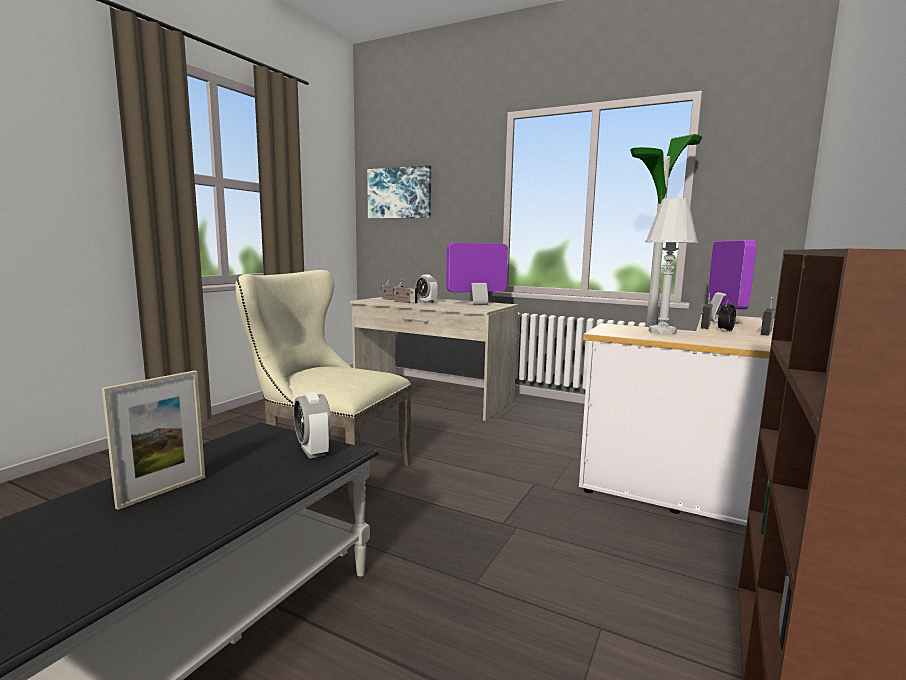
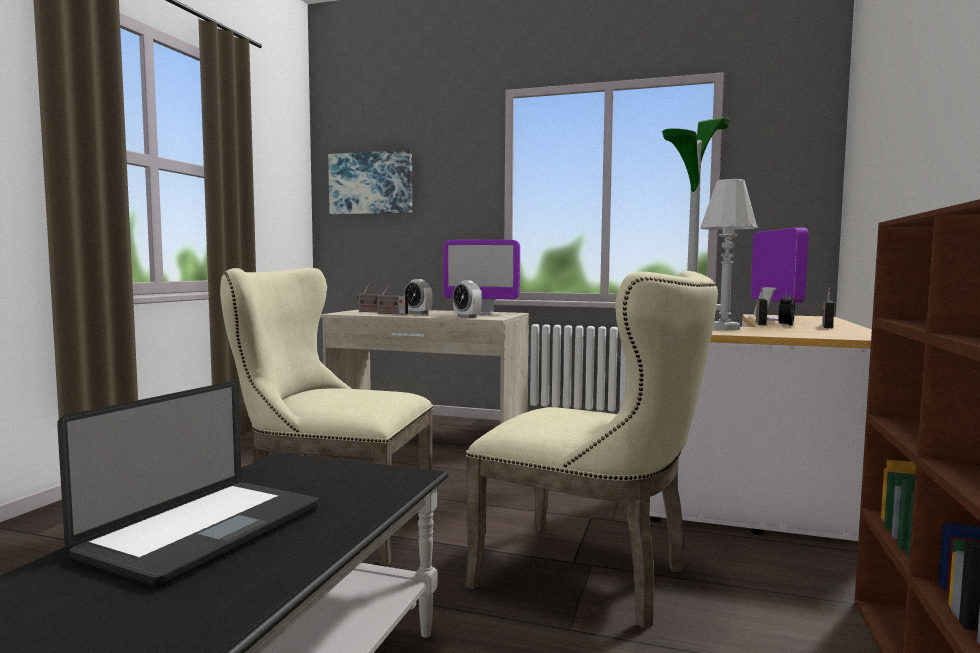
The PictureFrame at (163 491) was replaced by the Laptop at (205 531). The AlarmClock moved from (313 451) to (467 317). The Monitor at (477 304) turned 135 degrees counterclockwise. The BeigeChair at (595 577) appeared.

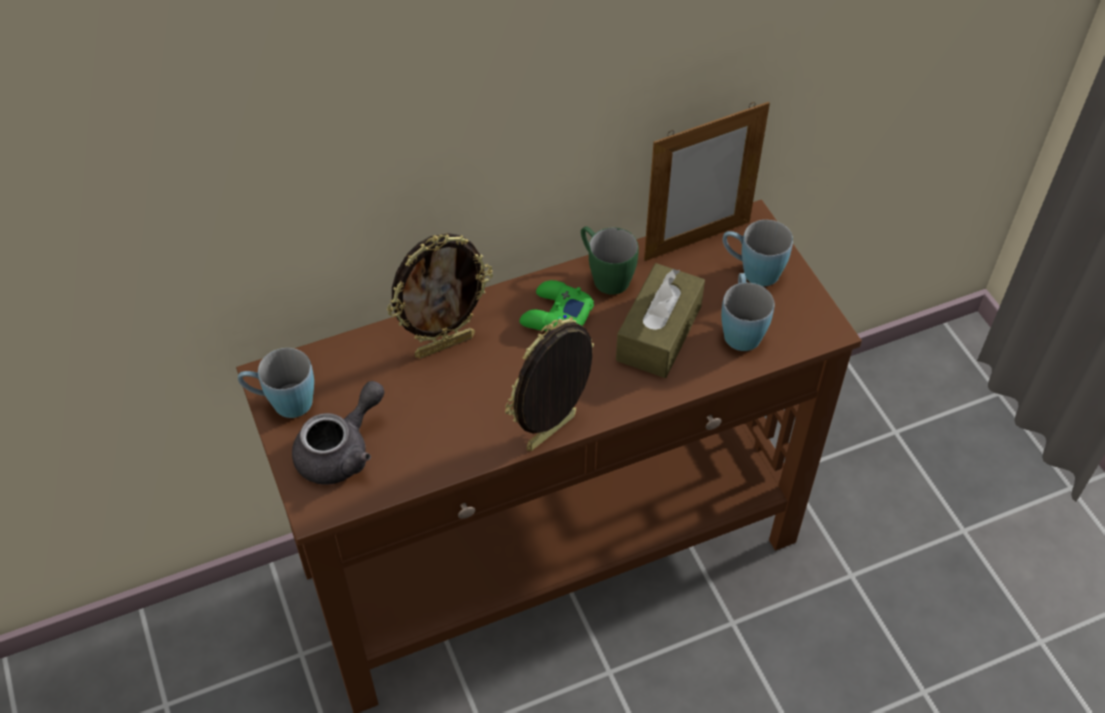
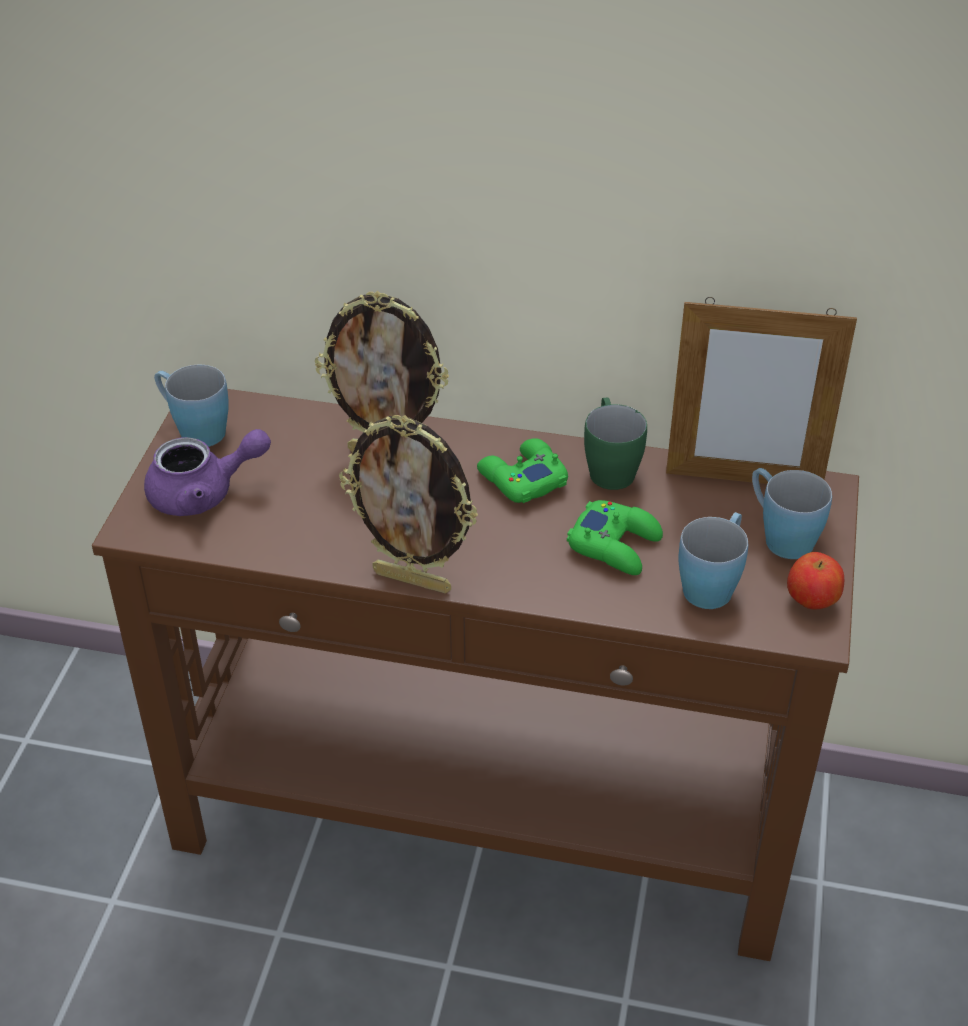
The GreyTeapot at (342 451) became the PurpleTeapot at (204 493). The PictureFrame at (553 434) turned 150 degrees counterclockwise. The BrownTissueBox at (659 333) was replaced by the GreenGameController at (615 545). The Apple at (811 601) appeared.

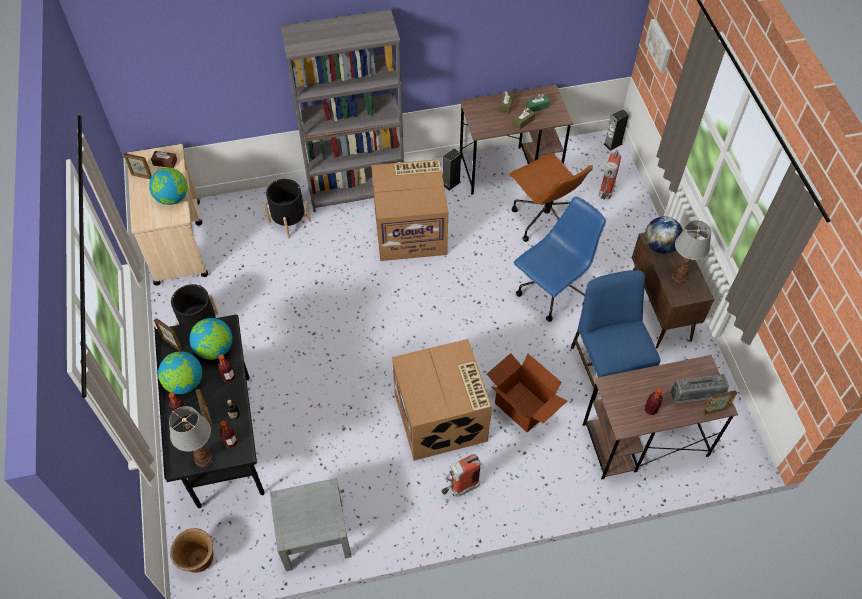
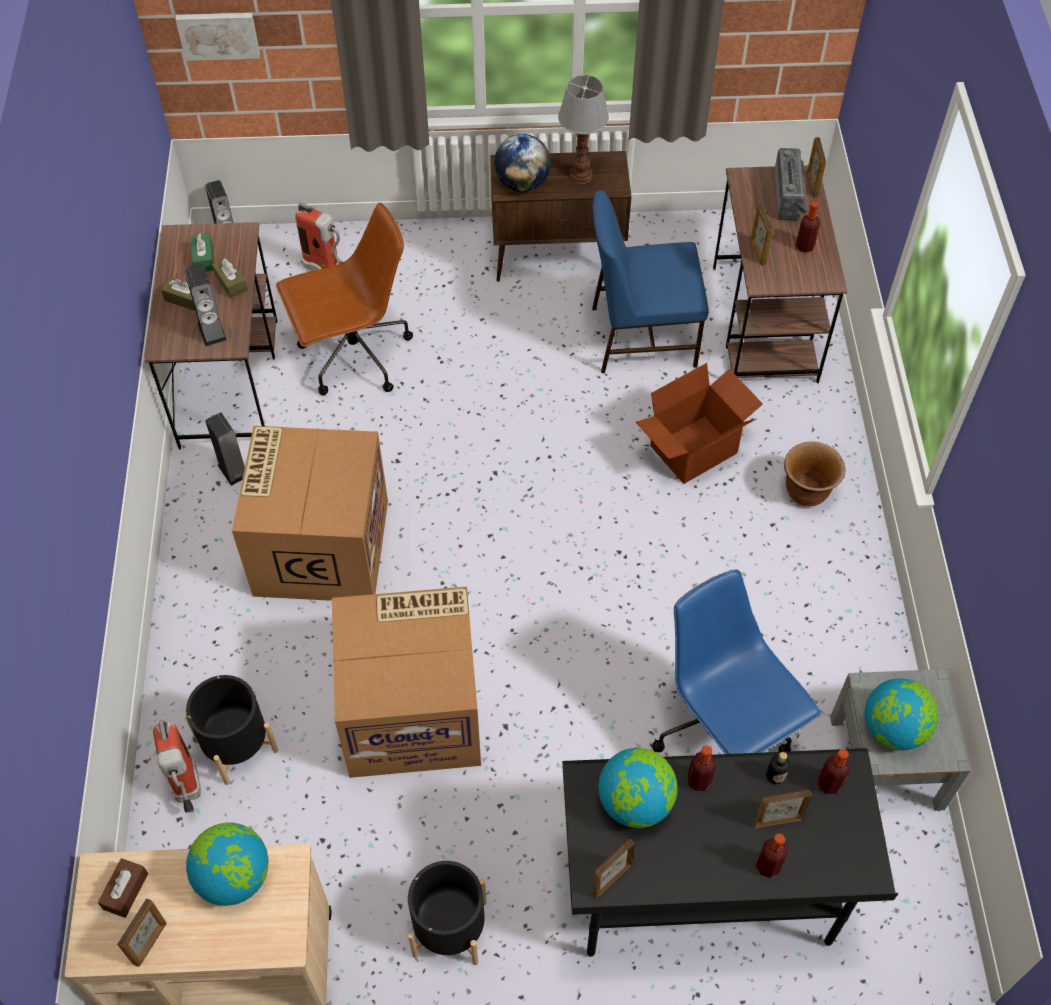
The Globe moved from (184 383) to (894 729). The TableLamp at (203 458) disappeared. The BrownPlanter moved from (199 560) to (806 493). The GreyBookcase at (356 189) disappeared. The CardboardBox moved from (442 418) to (414 709). The FireExtinguisher moved from (459 489) to (188 790). The BlueOfficeChair moved from (552 292) to (723 732). The Speaker at (212 331) appeared. The PictureFrame at (757 252) appeared.

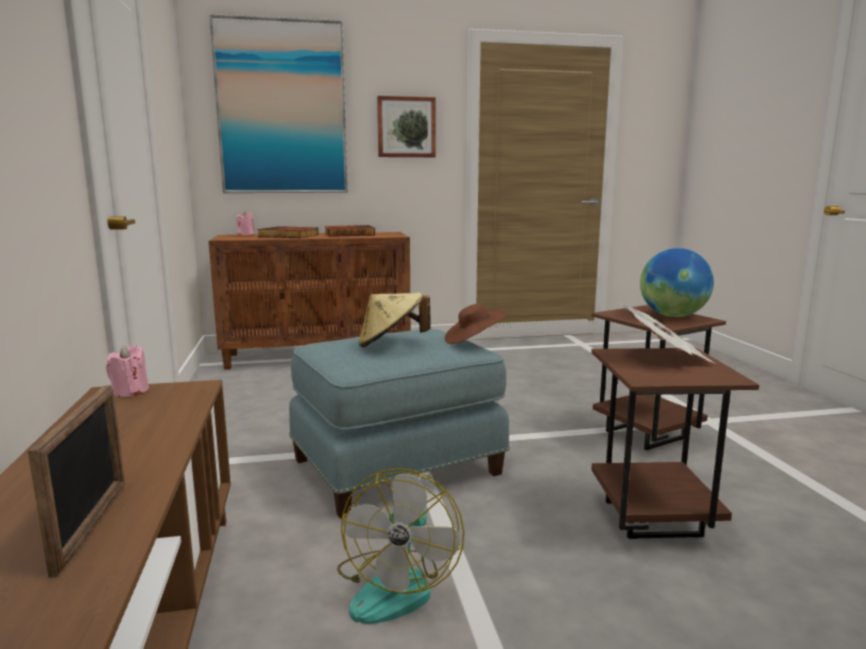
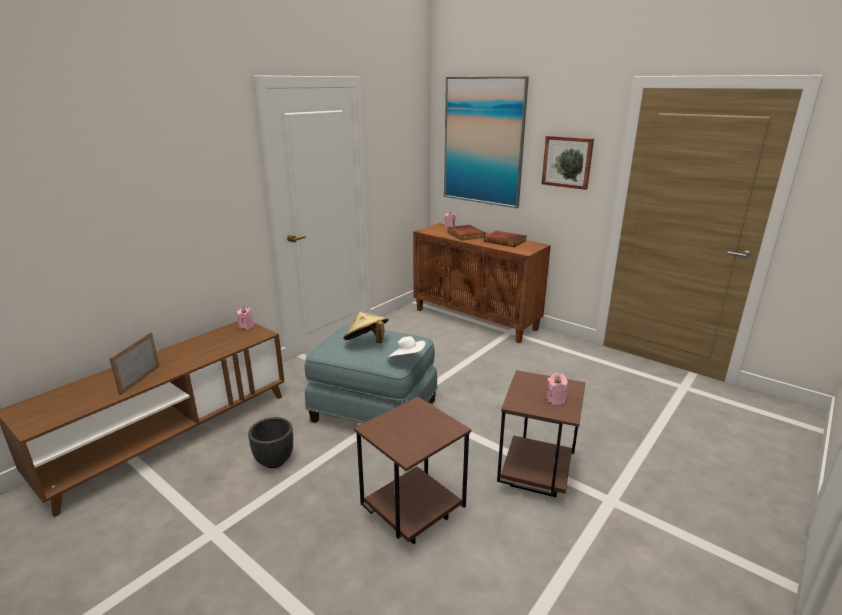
The PictureFrame at (92 525) turned 150 degrees clockwise. The Fan at (396 585) was replaced by the BlackPlanter at (275 461). The BrownHat at (473 341) became the WhiteHat at (407 359). The Newspaper at (665 357) disappeared. The Globe at (672 316) was replaced by the PinkCandle at (555 400).

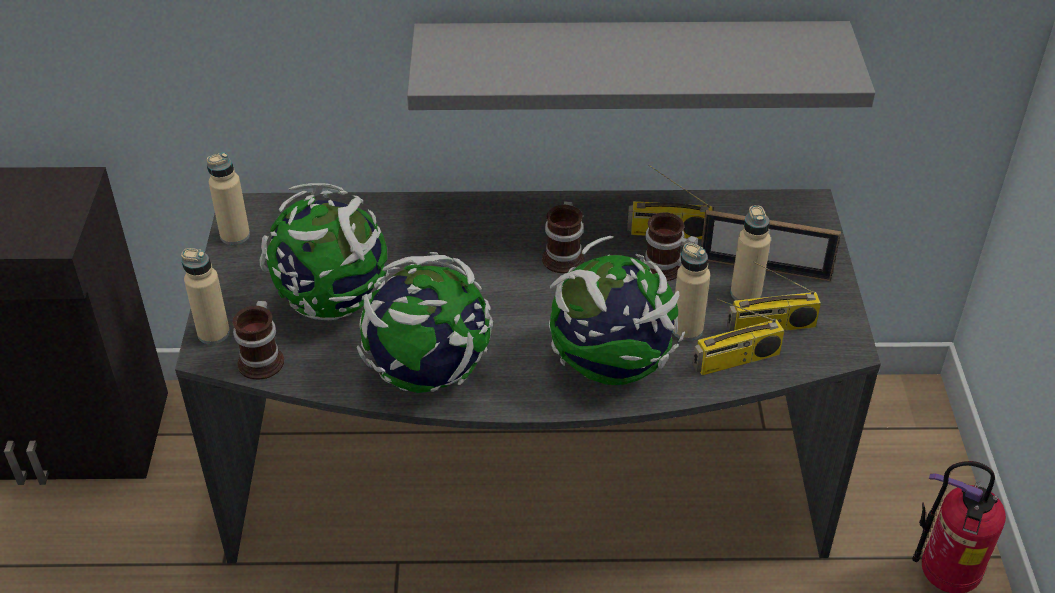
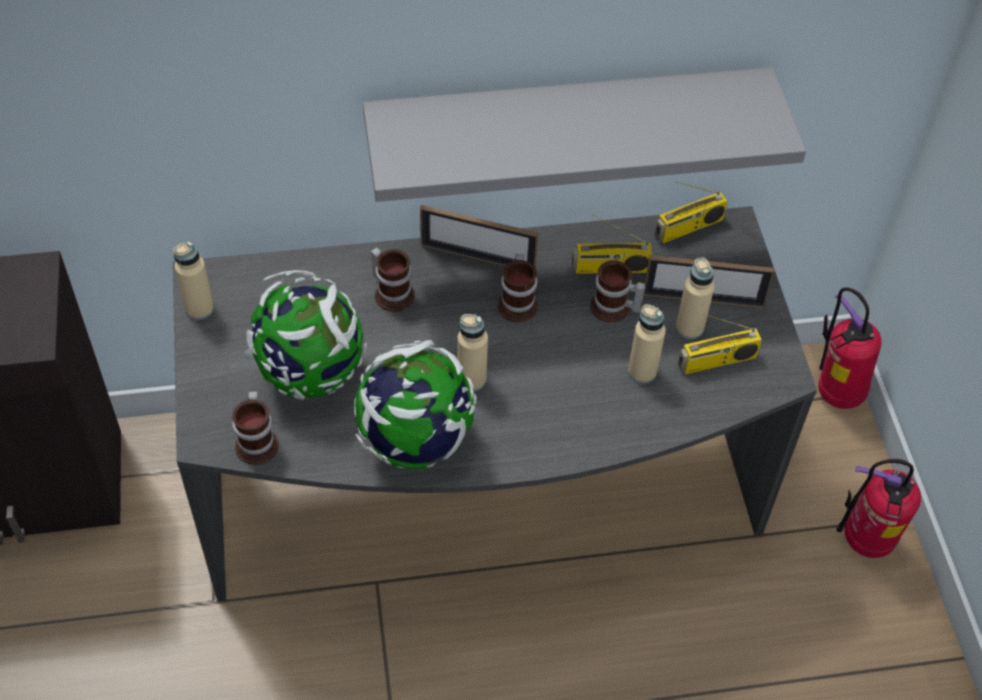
The BeigeBottle moved from (213 333) to (471 379). The Globe at (612 366) disappeared. The Radio moved from (736 361) to (688 228). The Mug at (393 292) appeared. The PictureFrame at (477 257) appeared. The FireExtinguisher at (834 393) appeared.

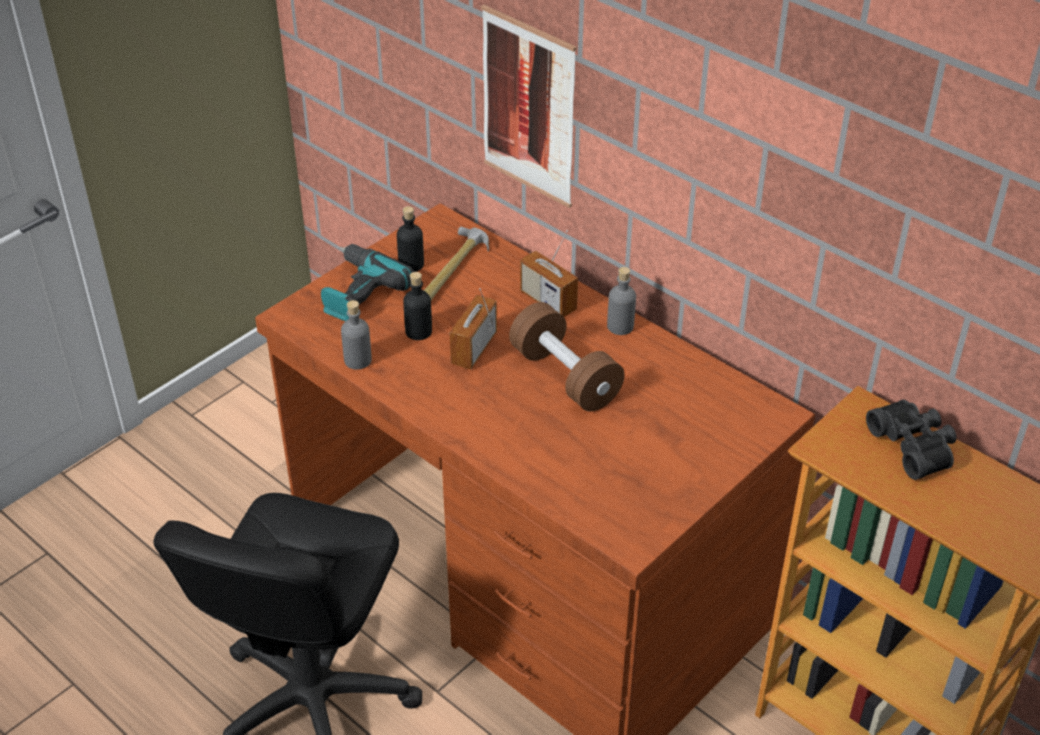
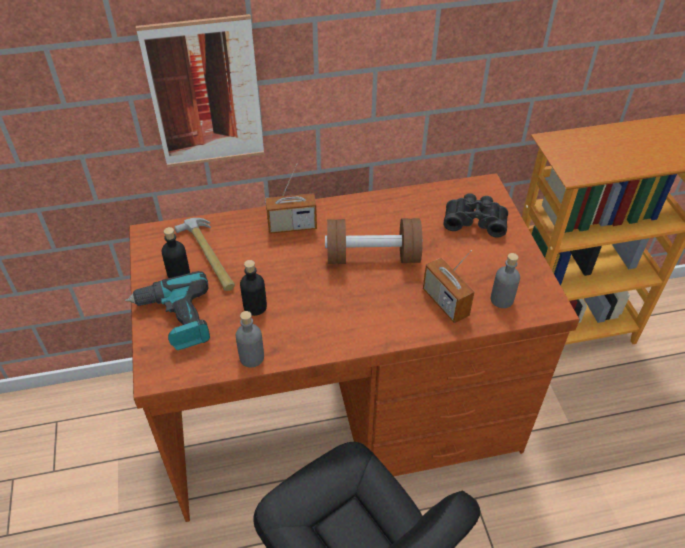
The Radio moved from (474 349) to (445 302). The GreyBottle moved from (620 326) to (502 299). The BlackBinoculars moved from (914 446) to (475 220).

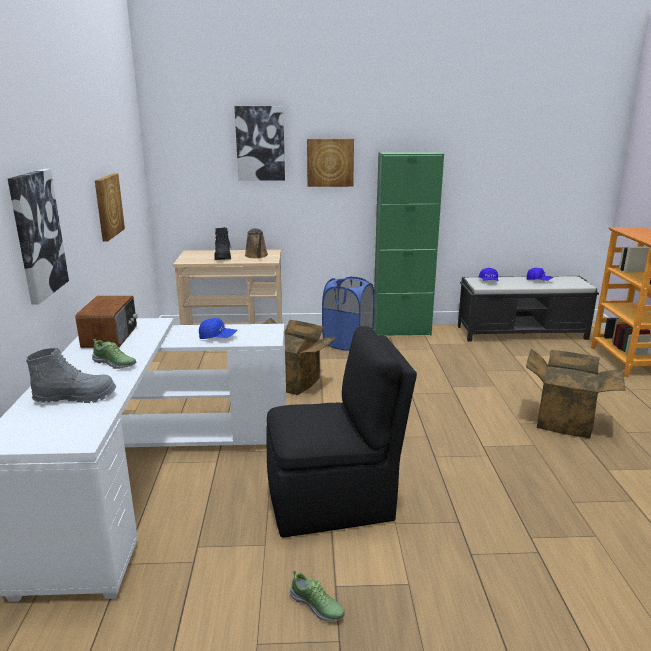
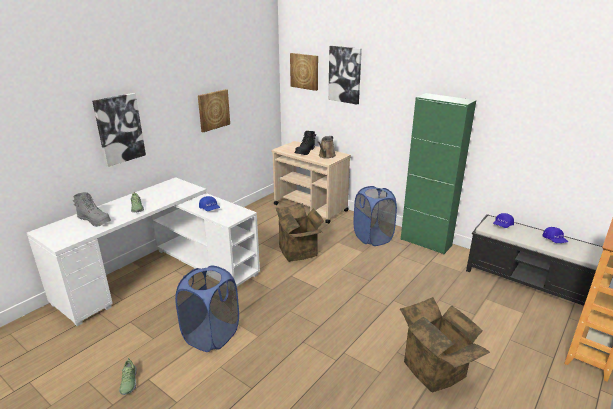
The Radio at (111 336) disappeared. The BlackChair at (333 501) was replaced by the BlueLaundryBasket at (211 335). The Picture moved from (330 162) to (304 71).

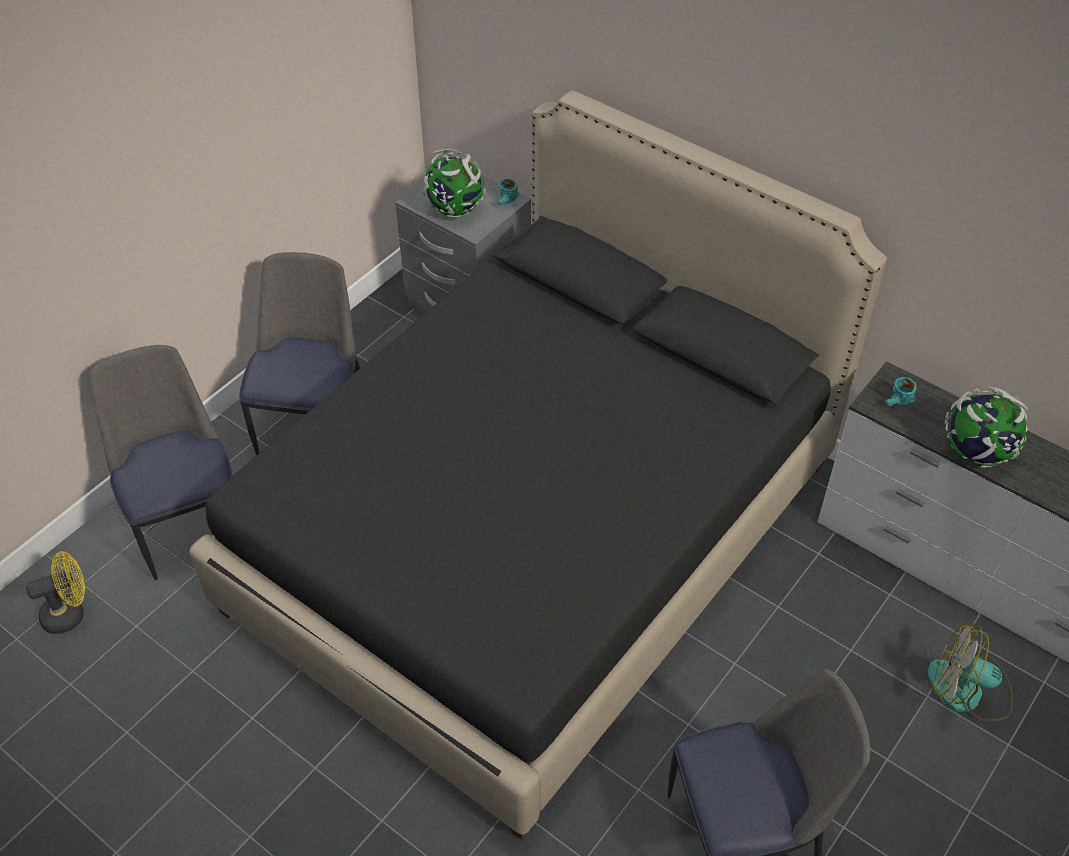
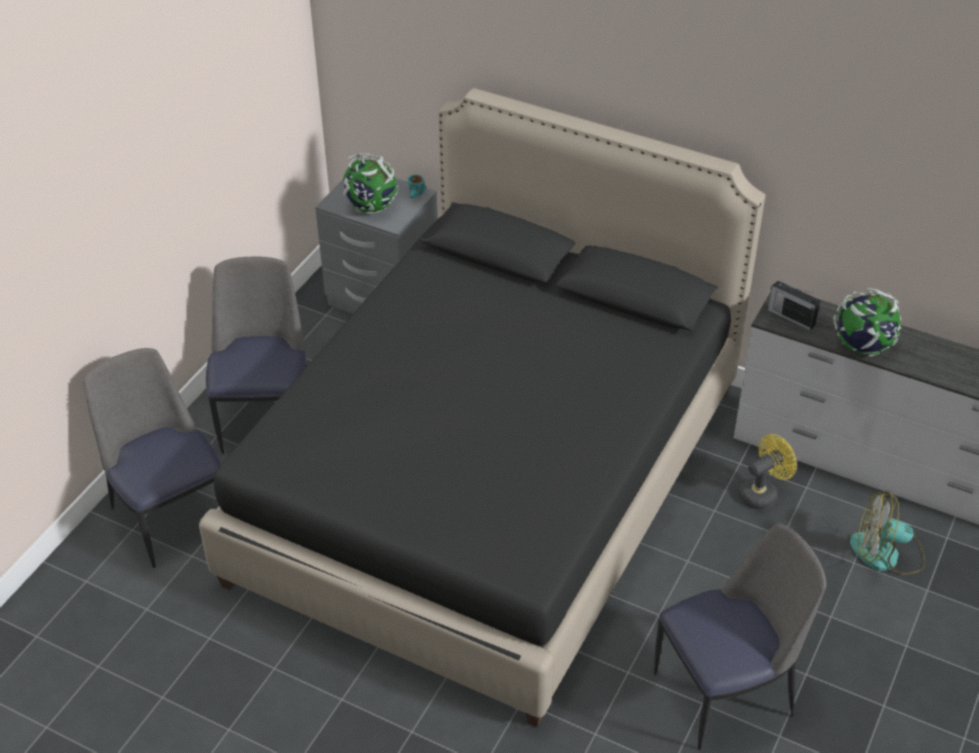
The YellowFan moved from (70 613) to (762 493). The TurquoiseMug at (897 403) was replaced by the Radio at (790 317).

